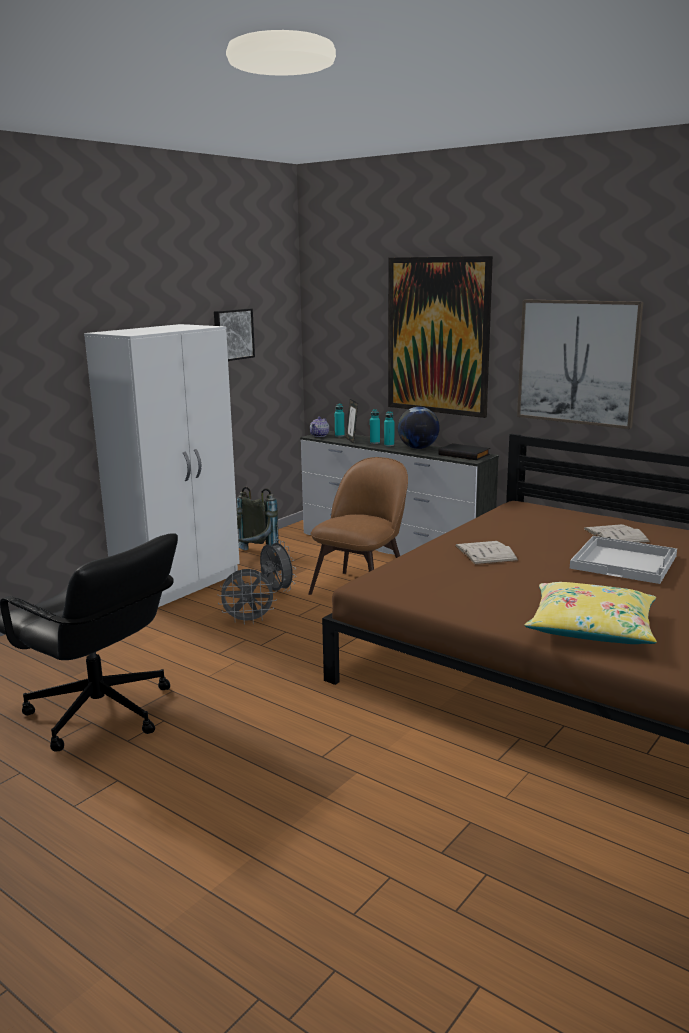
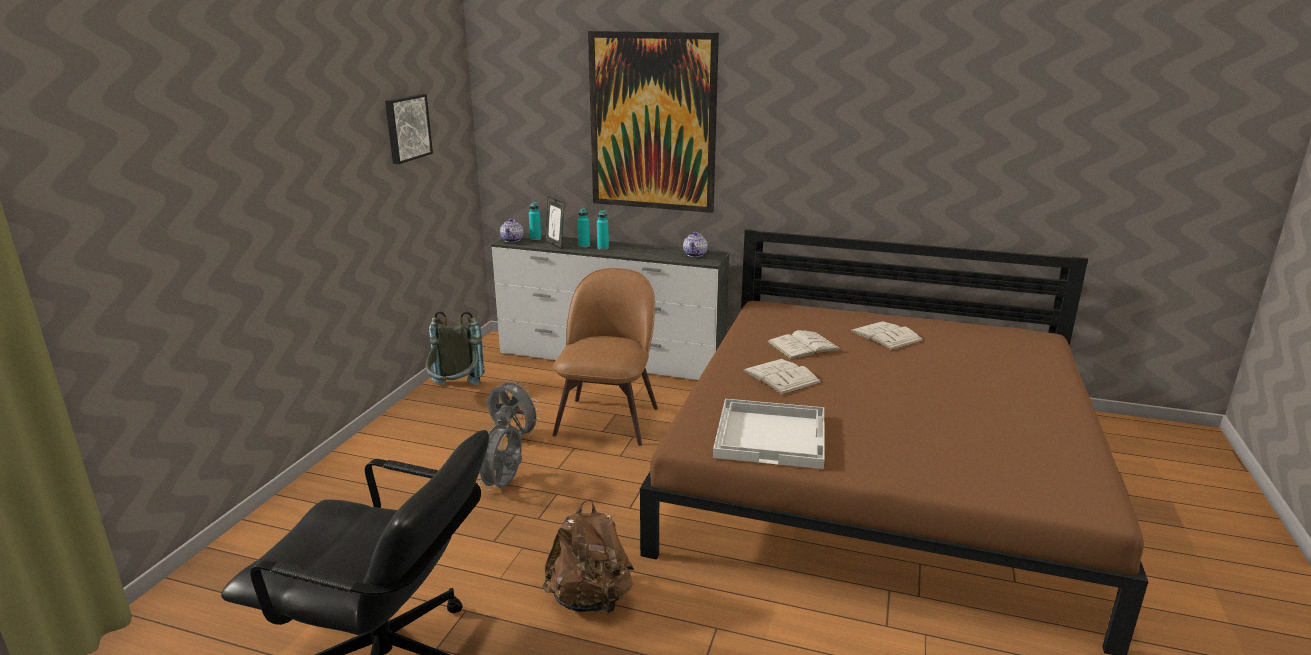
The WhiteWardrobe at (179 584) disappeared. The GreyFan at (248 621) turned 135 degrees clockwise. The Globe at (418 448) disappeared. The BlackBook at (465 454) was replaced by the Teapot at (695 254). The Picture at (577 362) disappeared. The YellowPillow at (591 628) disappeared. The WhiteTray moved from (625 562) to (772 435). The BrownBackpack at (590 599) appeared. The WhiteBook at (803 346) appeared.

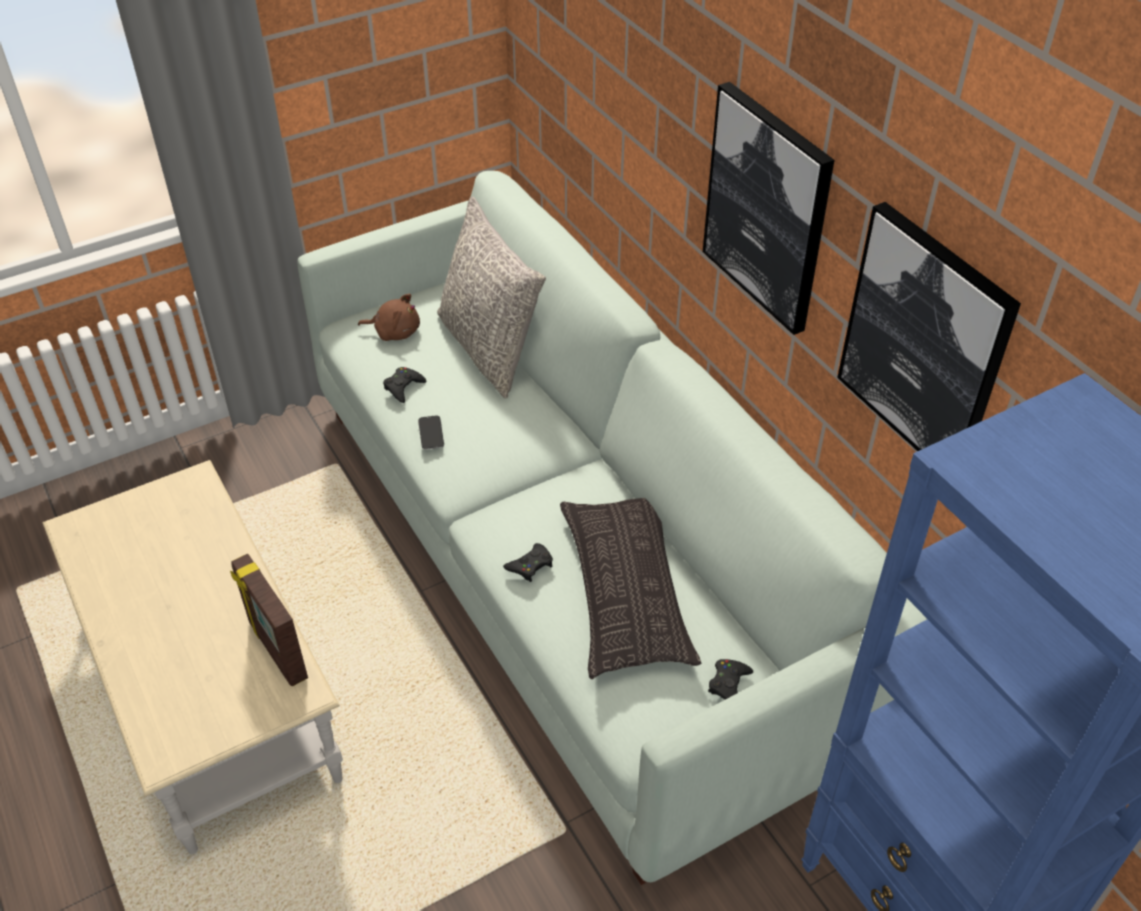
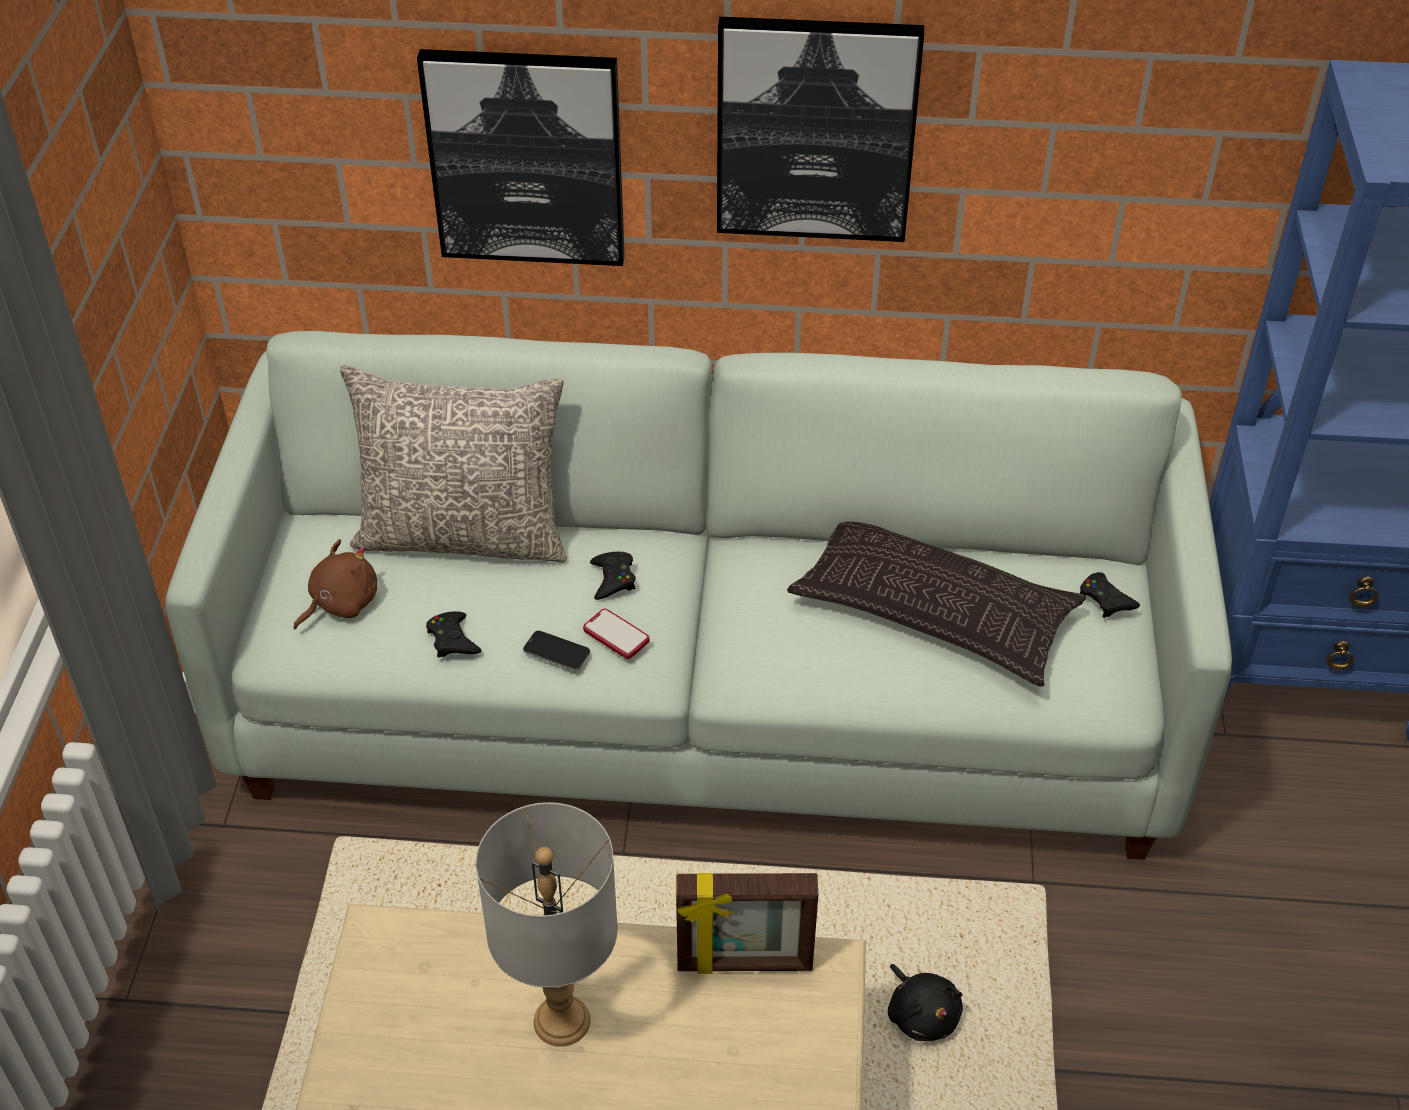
The BlackGameController moved from (530 565) to (613 579). The Picture moved from (925 342) to (526 157). The GreyTableLamp at (561 1021) appeared. The Phone at (616 635) appeared. The BlackPlushToy at (921 1014) appeared.

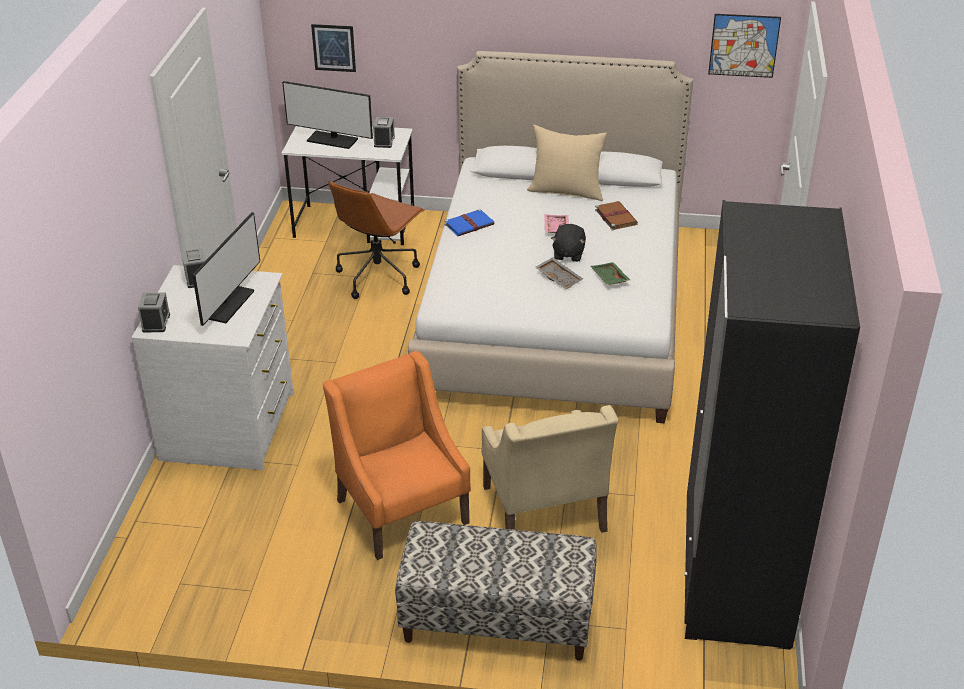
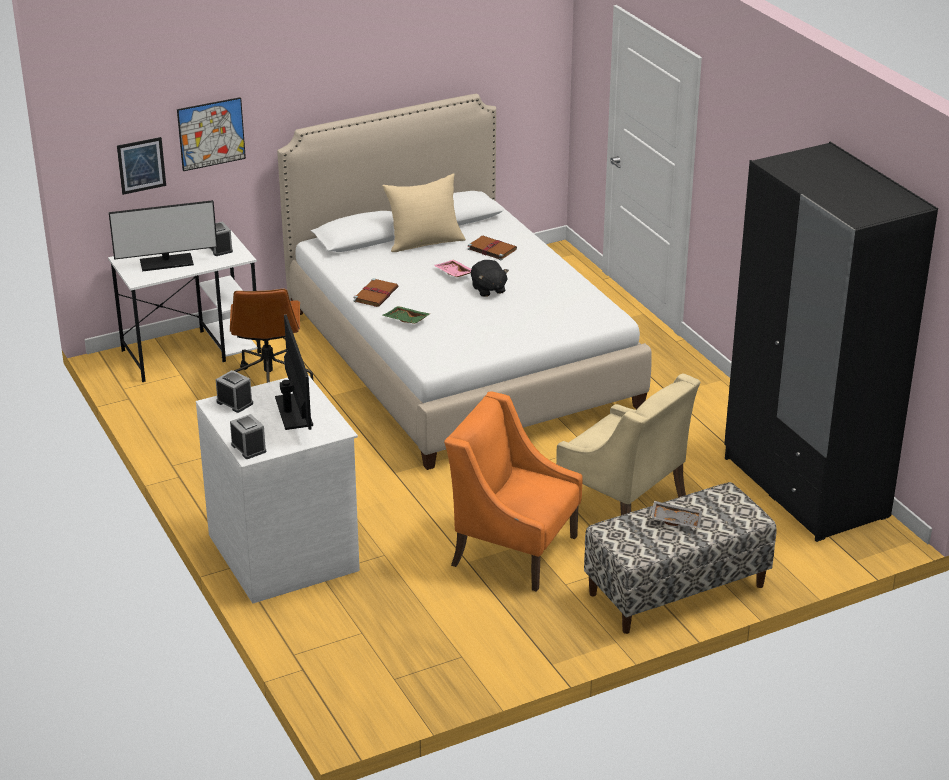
The BlueBook at (470 224) became the BrownBook at (376 294). The GreyTray moved from (559 278) to (676 520). The GreenTray moved from (608 278) to (405 320). The Picture moved from (744 45) to (211 134).

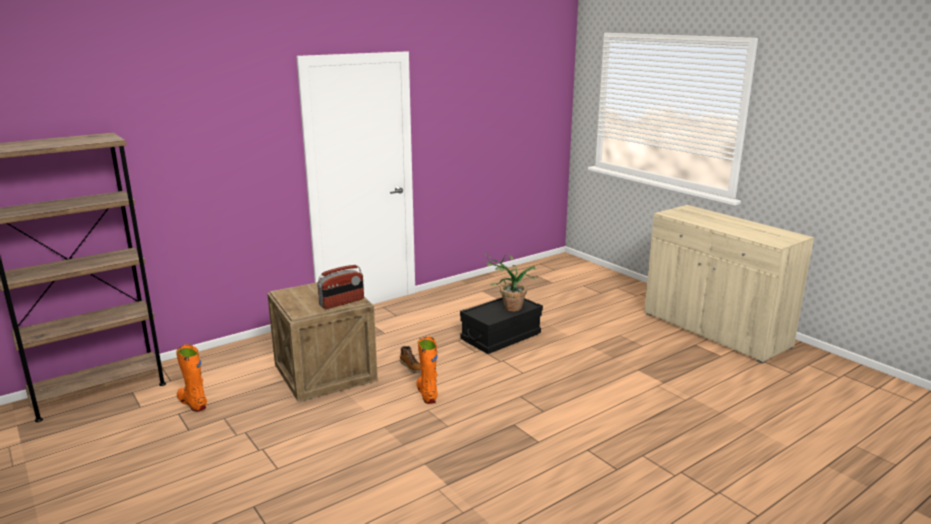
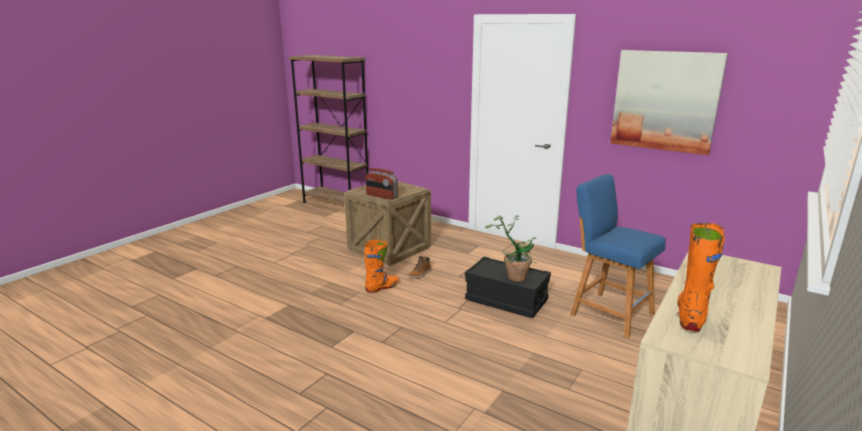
The OrangeBoot moved from (192 403) to (690 316). The BlueStool at (608 312) appeared. The Picture at (665 101) appeared.

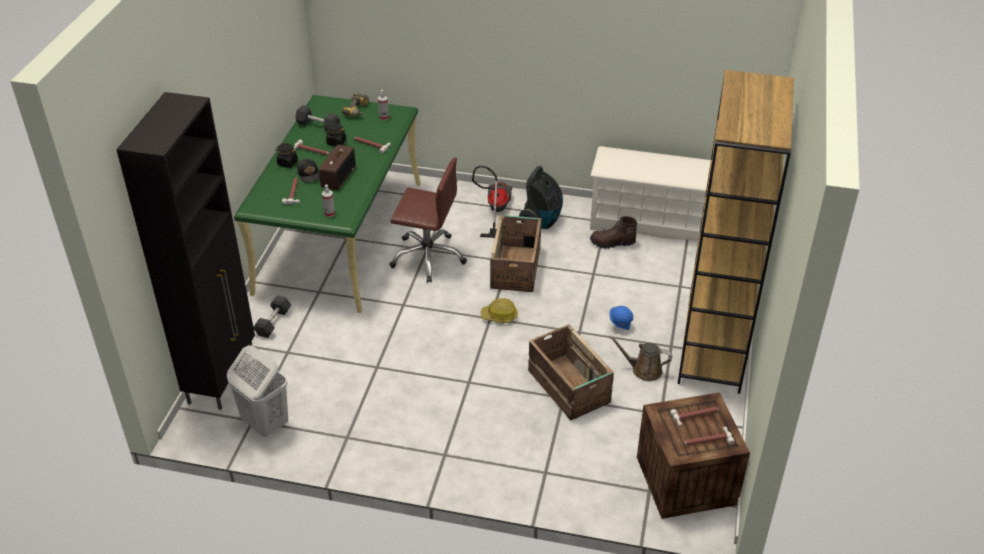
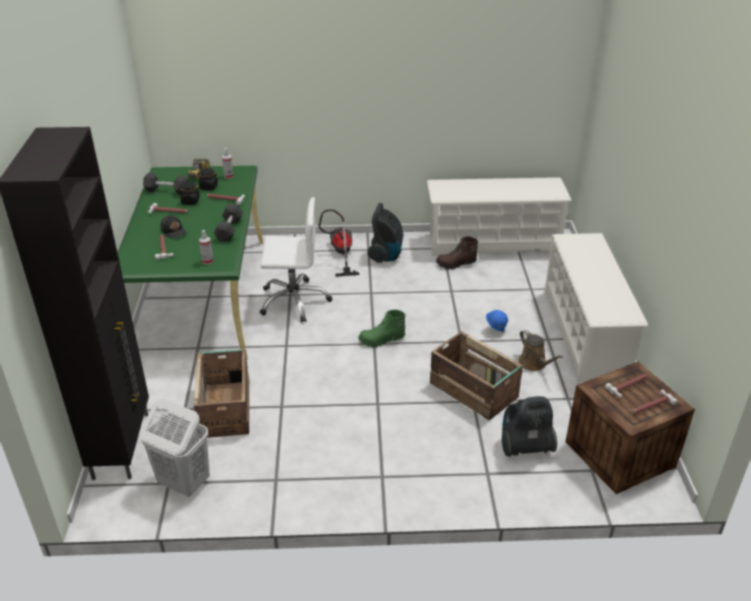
The BlackDumbbell moved from (273 322) to (229 230). The BlackJar moved from (287 163) to (208 187). The Radio at (338 176) disappeared. The BrownOfficeChair at (428 257) became the WhiteOfficeChair at (294 300). The HardHat at (499 316) was replaced by the GreenBoot at (382 340). The Crate moved from (516 267) to (226 407). The BrownWateringCan at (643 370) turned 120 degrees counterclockwise. The BrownBookcase at (713 347) was replaced by the WhiteShoeRack at (585 334). The VacuumCleaner at (524 447) appeared.

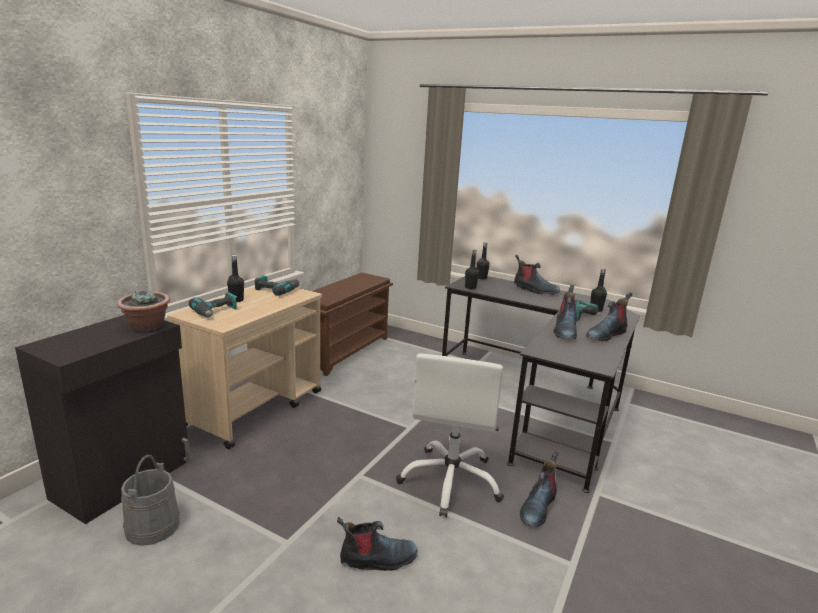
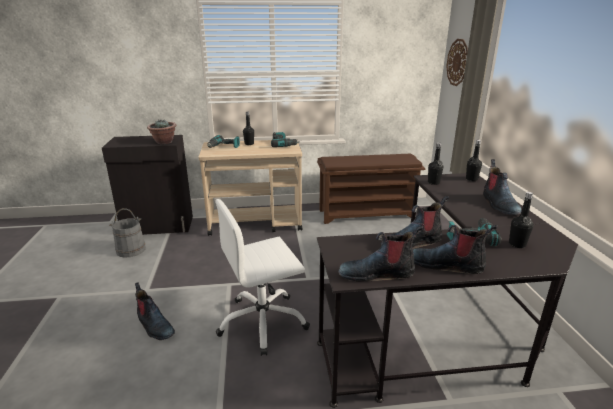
The Boot moved from (538 507) to (377 273). The WallClock at (457 62) appeared.

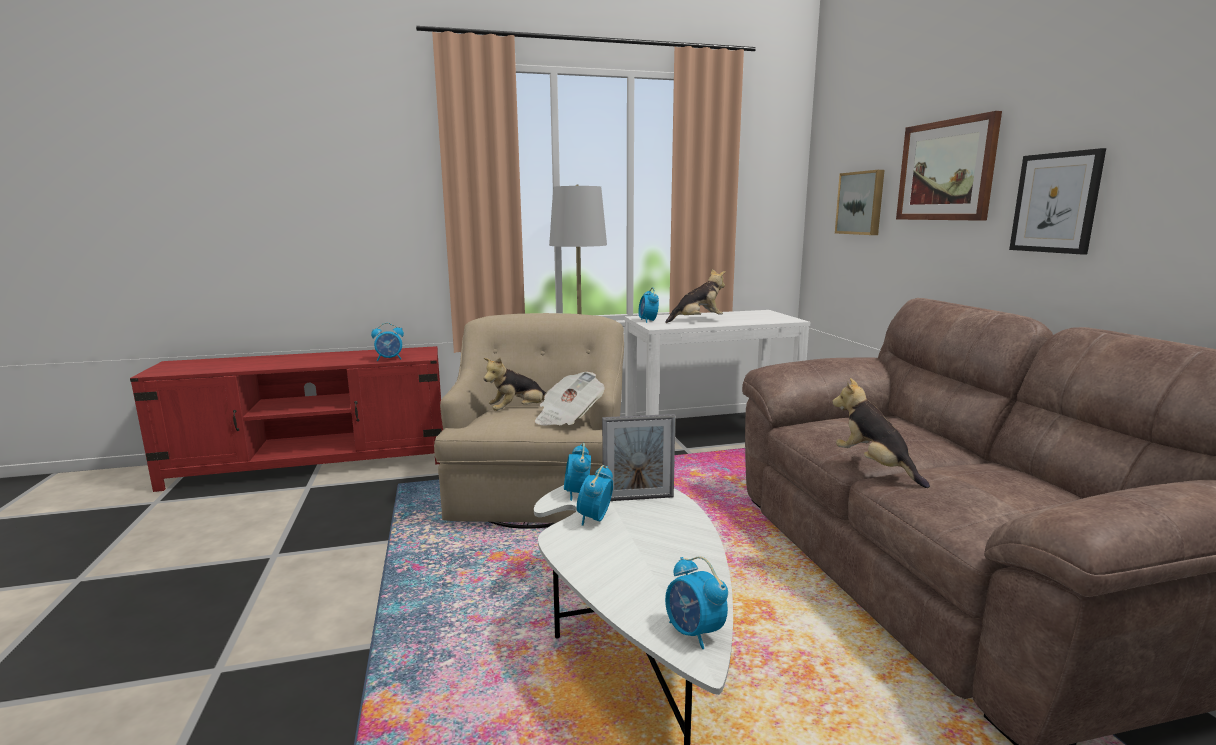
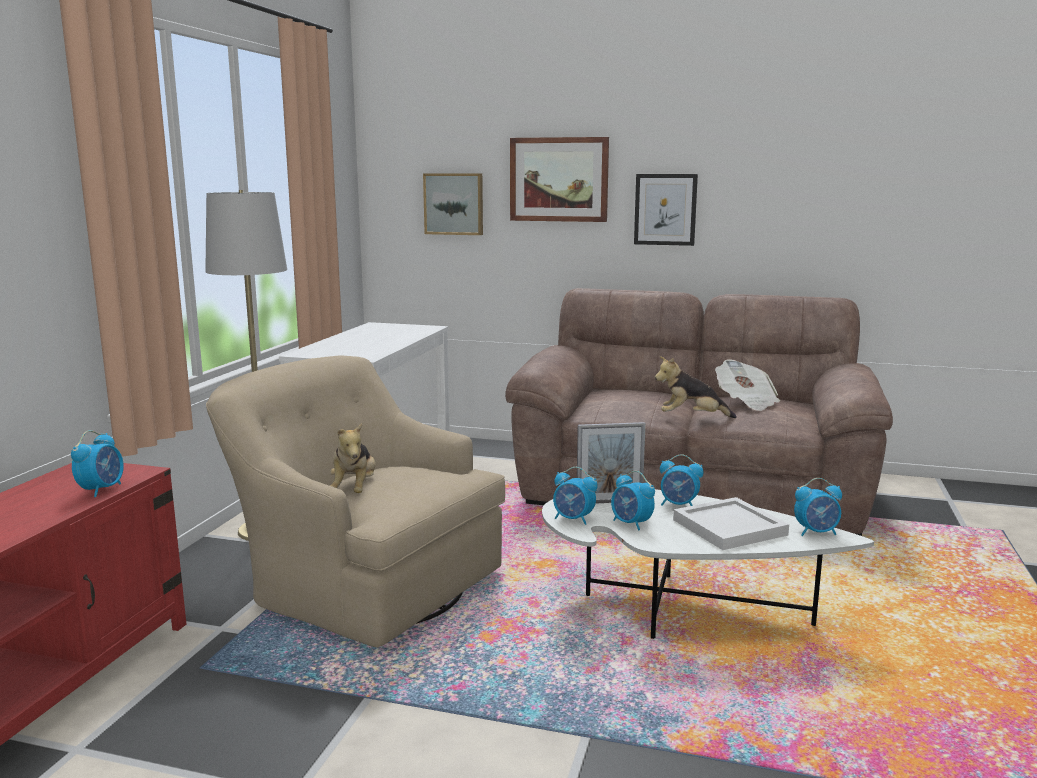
The Newspaper moved from (568 417) to (746 402). The PictureFrame at (638 498) turned 60 degrees clockwise. The AlarmClock moved from (648 321) to (679 505). The PlushToy at (697 321) disappeared. The WhiteTray at (727 527) appeared.

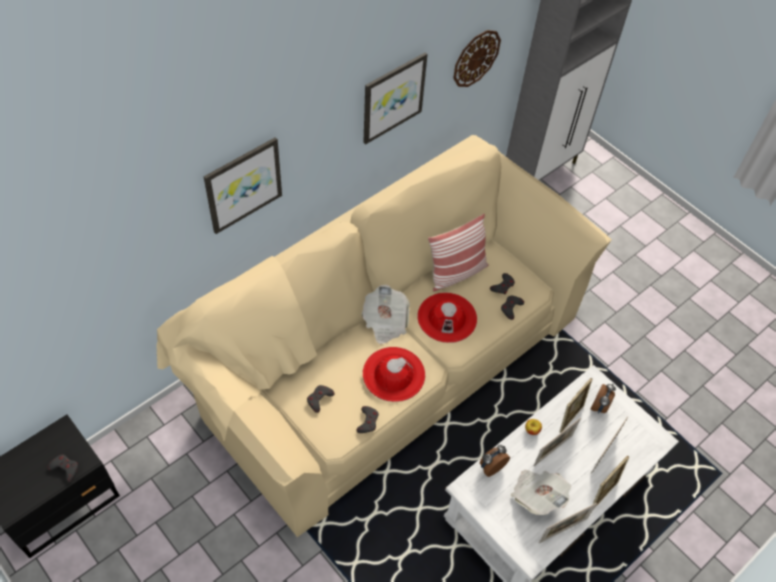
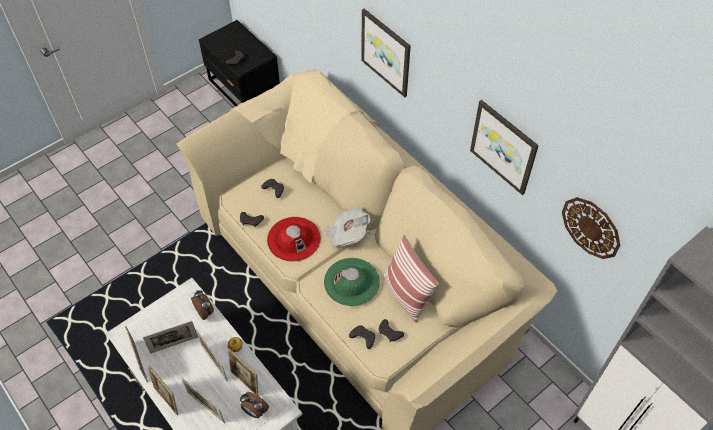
The RedHat at (447 317) became the GreenHat at (351 282). The Newspaper at (537 495) was replaced by the PictureFrame at (174 345).

